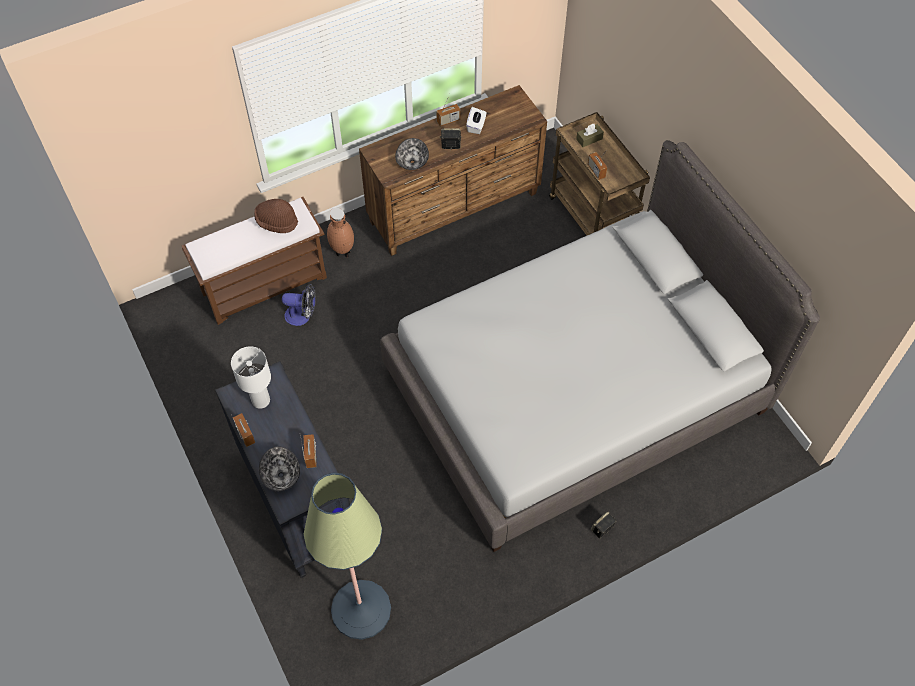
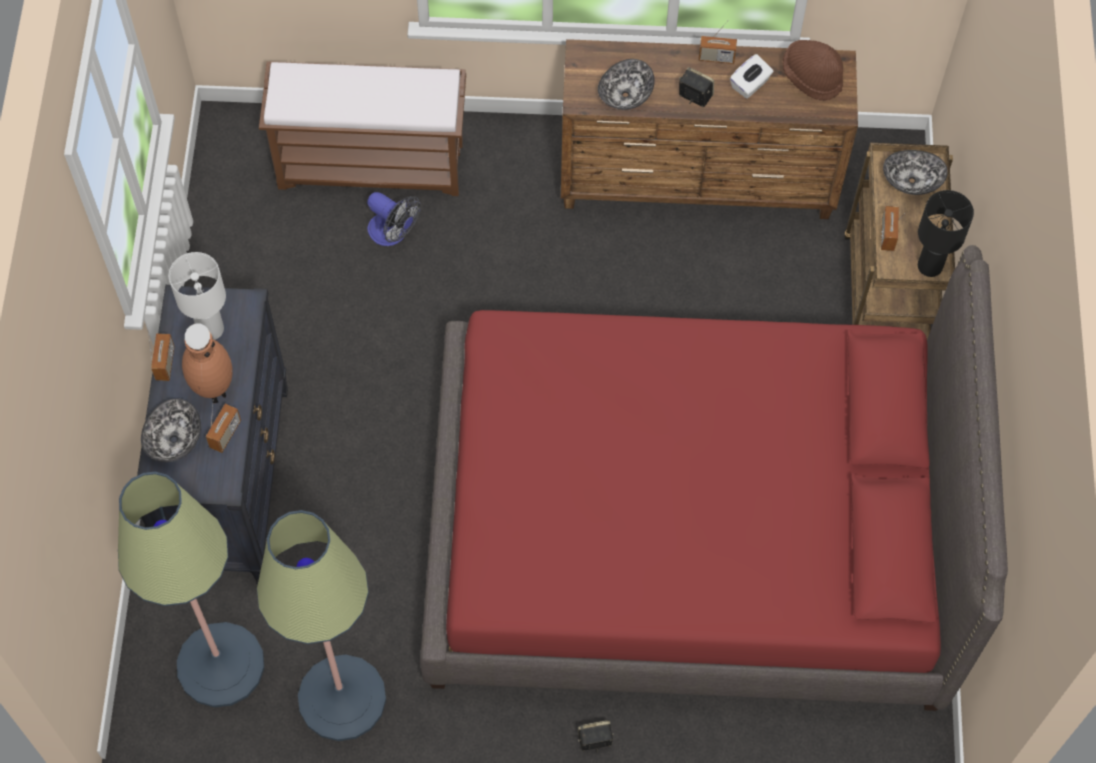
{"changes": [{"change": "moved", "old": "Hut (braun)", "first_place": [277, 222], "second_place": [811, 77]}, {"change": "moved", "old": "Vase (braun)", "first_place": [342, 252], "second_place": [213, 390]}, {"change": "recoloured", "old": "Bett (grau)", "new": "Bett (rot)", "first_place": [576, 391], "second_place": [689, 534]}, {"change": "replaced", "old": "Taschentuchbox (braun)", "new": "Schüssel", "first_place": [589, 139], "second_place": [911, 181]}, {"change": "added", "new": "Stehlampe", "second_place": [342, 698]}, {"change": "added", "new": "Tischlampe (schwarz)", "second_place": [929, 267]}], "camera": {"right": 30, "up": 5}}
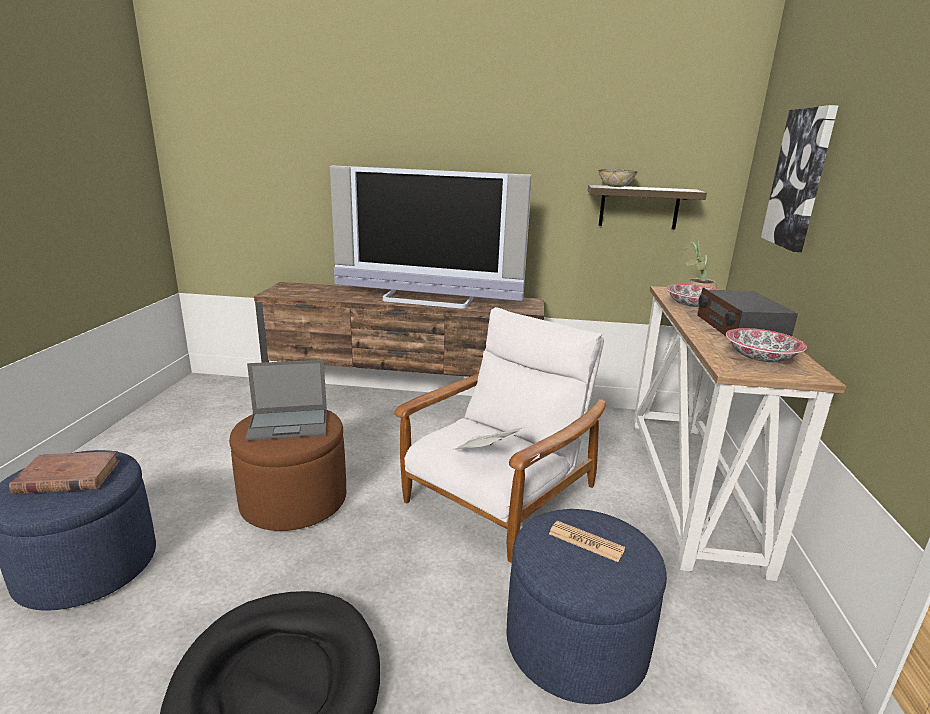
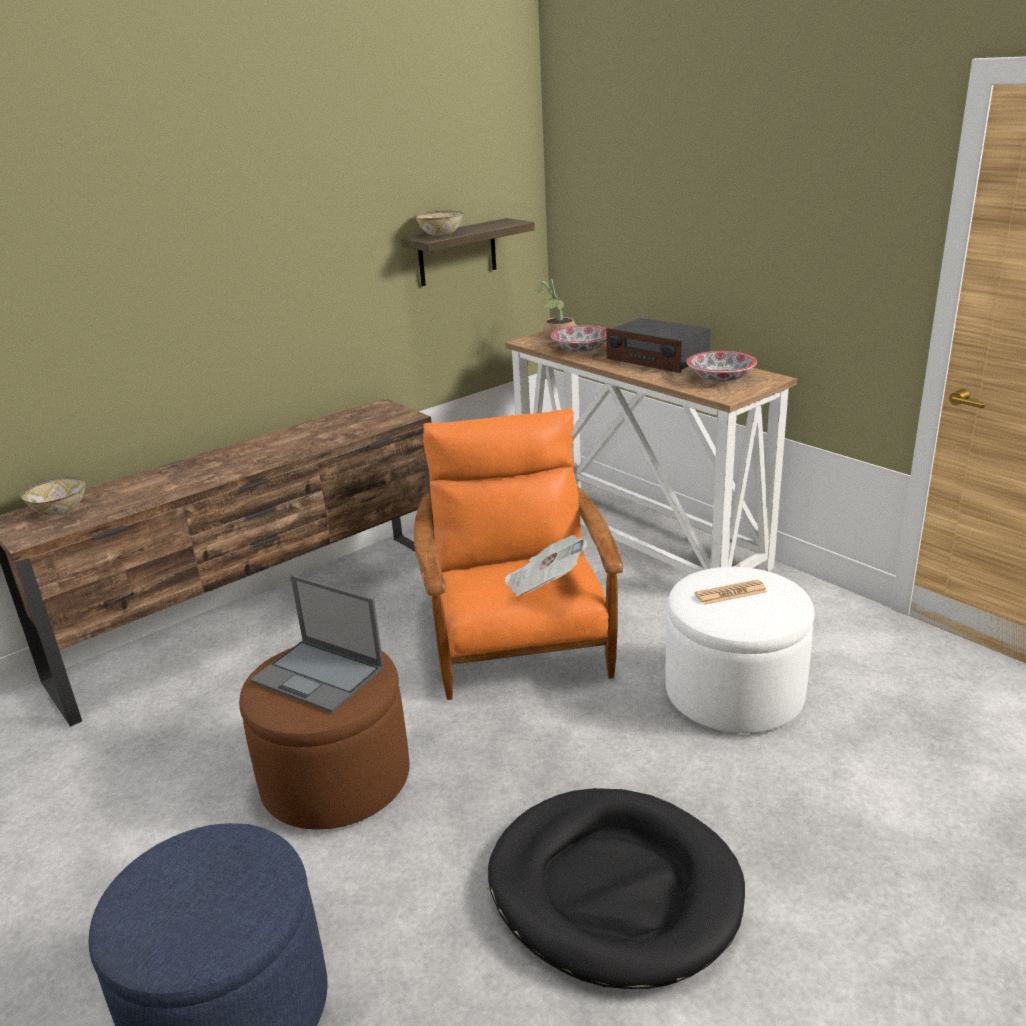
{"changes": [{"change": "removed", "old": "Buch (braun)", "first_place": [67, 477]}, {"change": "turned", "old": "Laptop", "first_place": [289, 424], "second_place": [319, 675], "degrees": 90}, {"change": "removed", "old": "Fernseher", "first_place": [428, 300]}, {"change": "recoloured", "old": "Sessel (weiß)", "new": "Sessel (orange)", "first_place": [499, 495], "second_place": [518, 637]}, {"change": "recoloured", "old": "Polsterhocker (blau)", "new": "Polsterhocker (weiß)", "first_place": [575, 643], "second_place": [734, 693]}, {"change": "removed", "old": "Bild", "first_place": [799, 179]}, {"change": "added", "new": "Schüssel", "second_place": [59, 511]}], "camera": {"right": -45, "up": 5}}
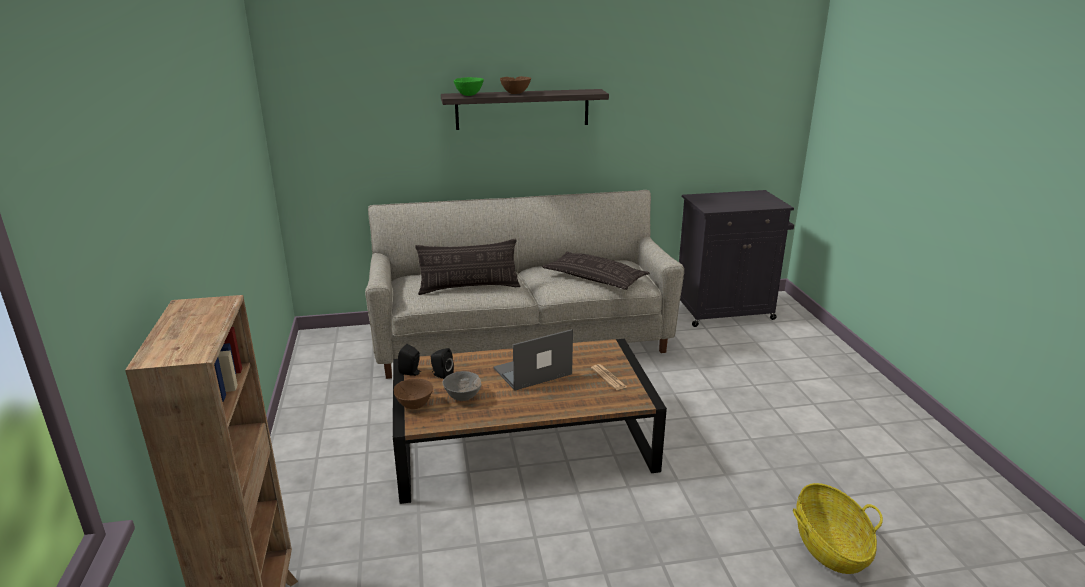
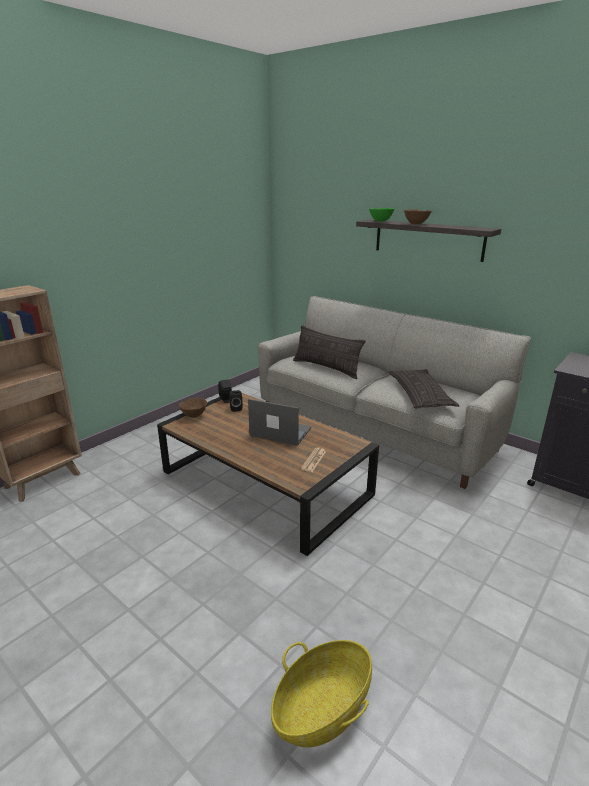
{"changes": [{"change": "removed", "old": "Schüssel (grau)", "first_place": [463, 398]}], "camera": {"right": 50, "up": 0}}
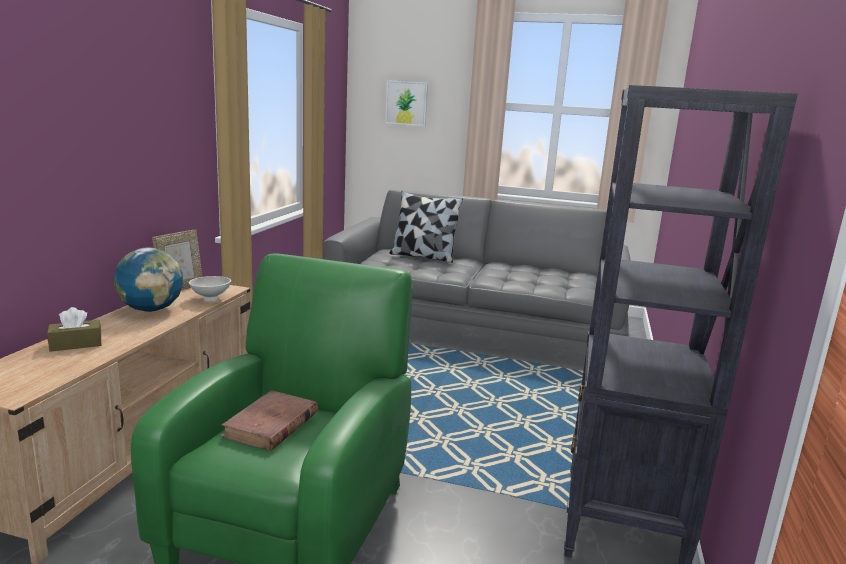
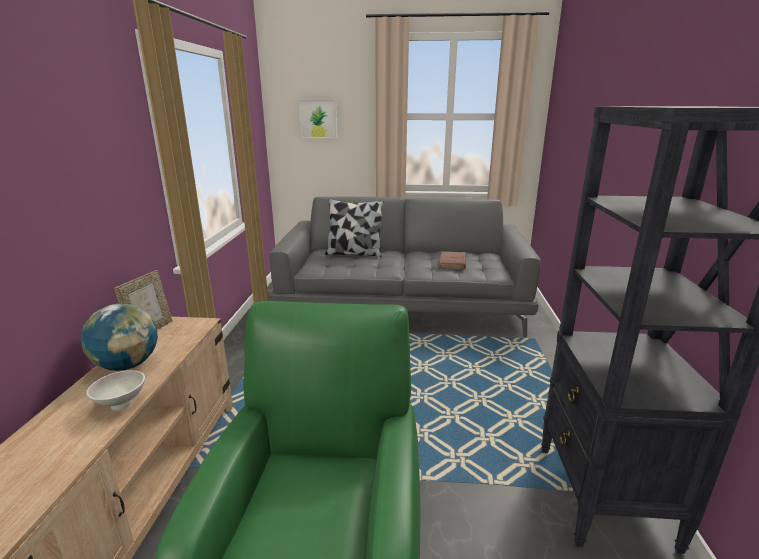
{"changes": [{"change": "removed", "old": "Taschentuchbox (braun)", "first_place": [76, 344]}, {"change": "moved", "old": "Schüssel (weiß)", "first_place": [209, 299], "second_place": [120, 404]}, {"change": "moved", "old": "Buch (braun)", "first_place": [271, 425], "second_place": [452, 263]}], "camera": {"right": -10, "up": 5}}
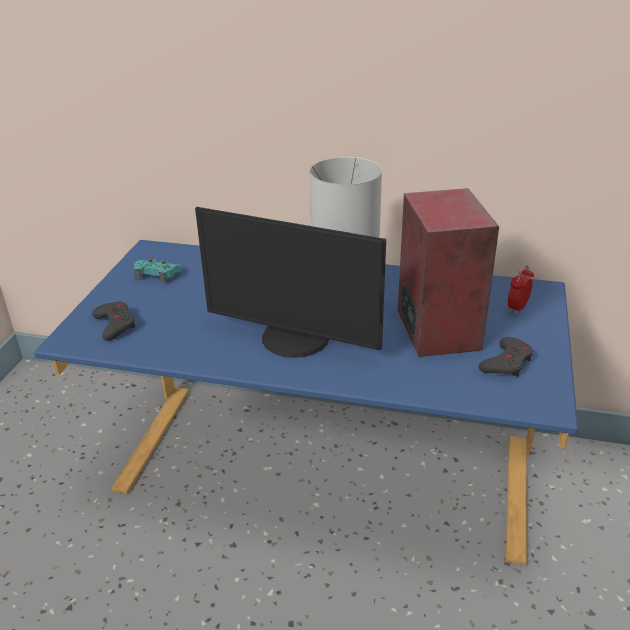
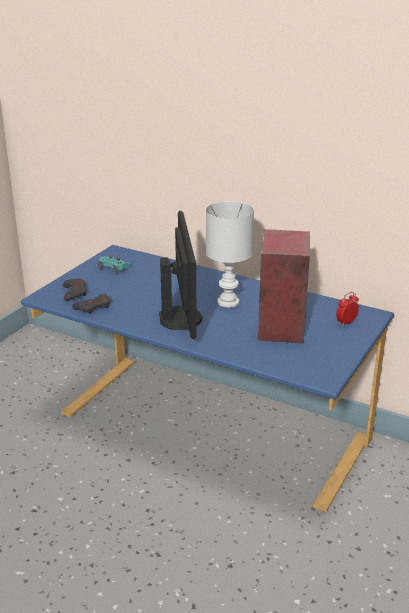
{"changes": [{"change": "turned", "old": "Monitor", "first_place": [294, 340], "second_place": [182, 318], "degrees": -135}, {"change": "moved", "old": "Gamepad (grau)", "first_place": [506, 362], "second_place": [93, 307]}], "camera": {"right": 15, "up": -5}}
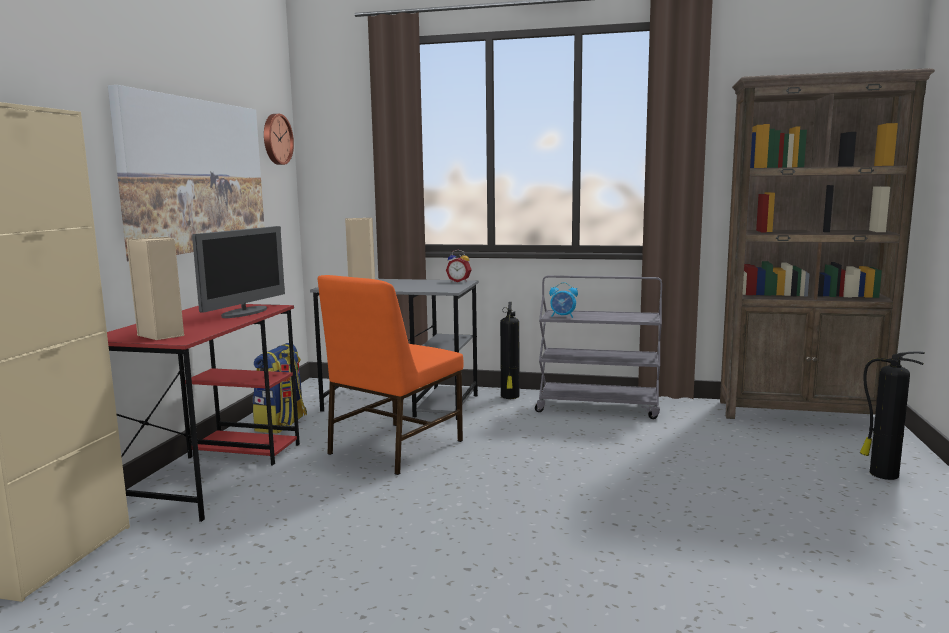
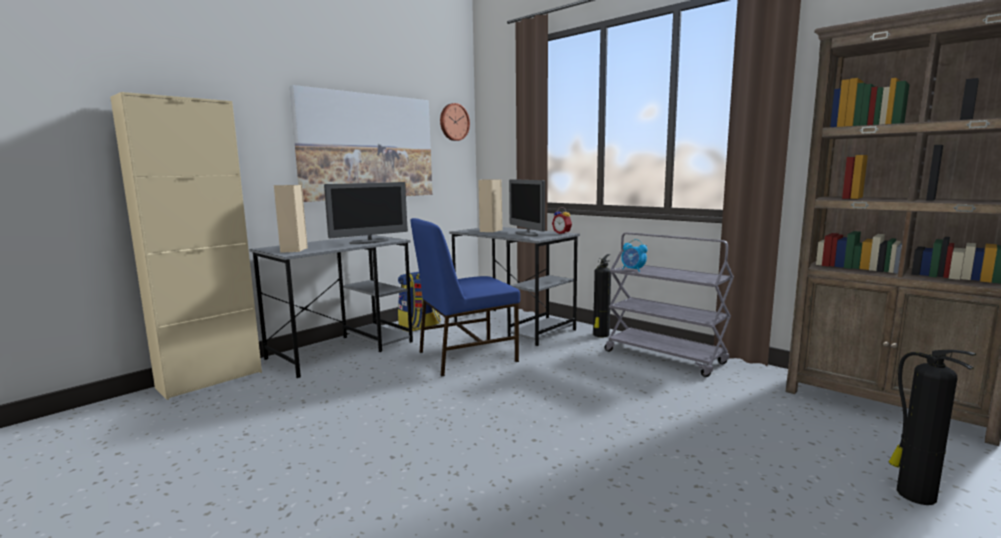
{"changes": [{"change": "recoloured", "old": "Schreibtisch (rot)", "new": "Schreibtisch (grau)", "first_place": [213, 473], "second_place": [342, 350]}, {"change": "recoloured", "old": "Stuhl (orange)", "new": "Stuhl (blau)", "first_place": [393, 448], "second_place": [465, 356]}, {"change": "added", "new": "Monitor", "second_place": [526, 234]}], "camera": {"right": 30, "up": 0}}
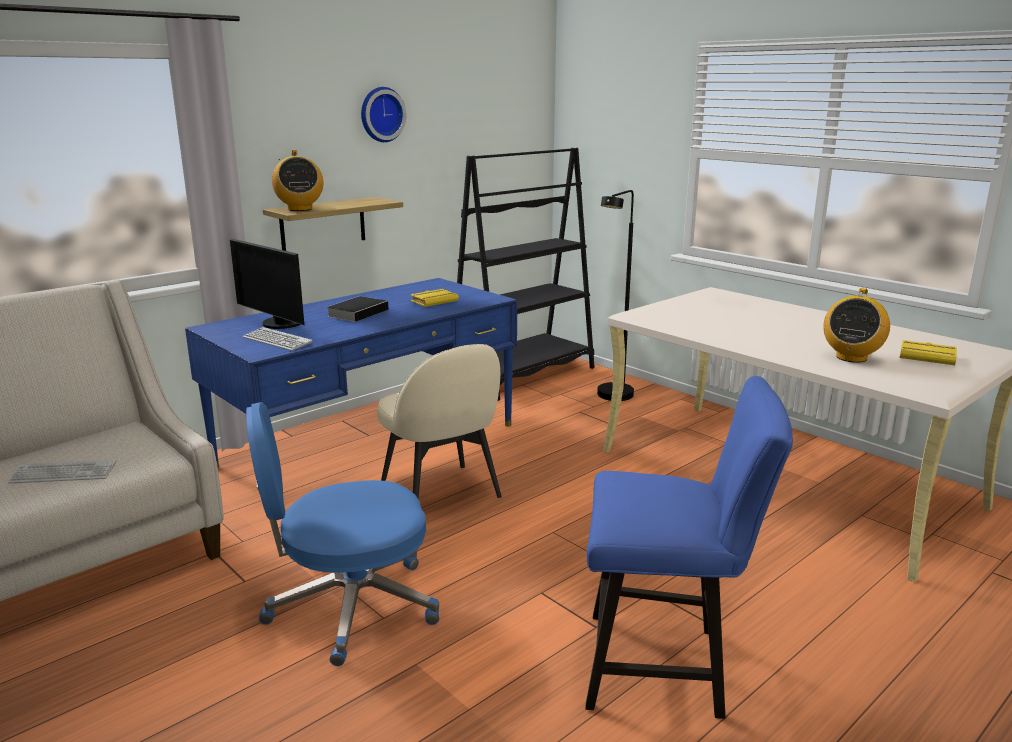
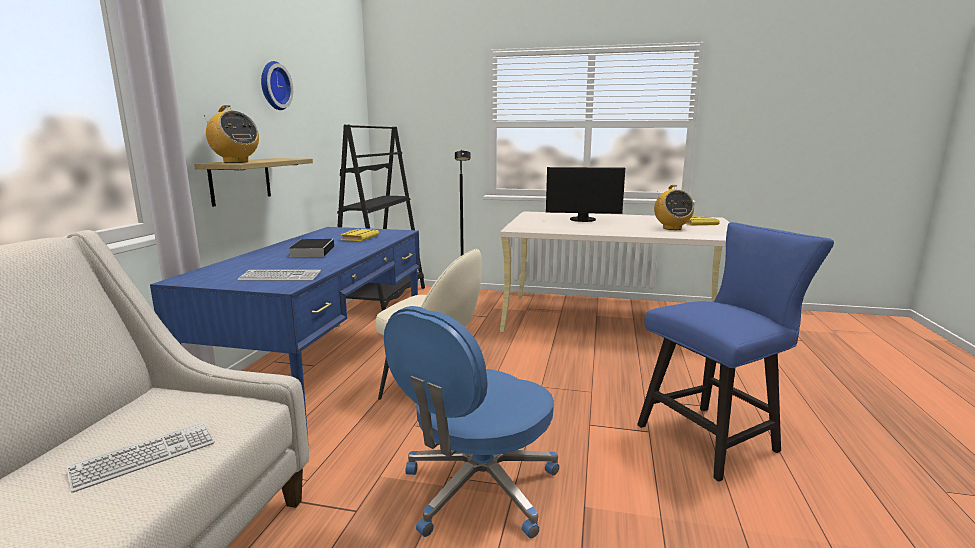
{"changes": [{"change": "moved", "old": "Monitor", "first_place": [278, 324], "second_place": [583, 220]}], "camera": {"right": -35, "up": -5}}
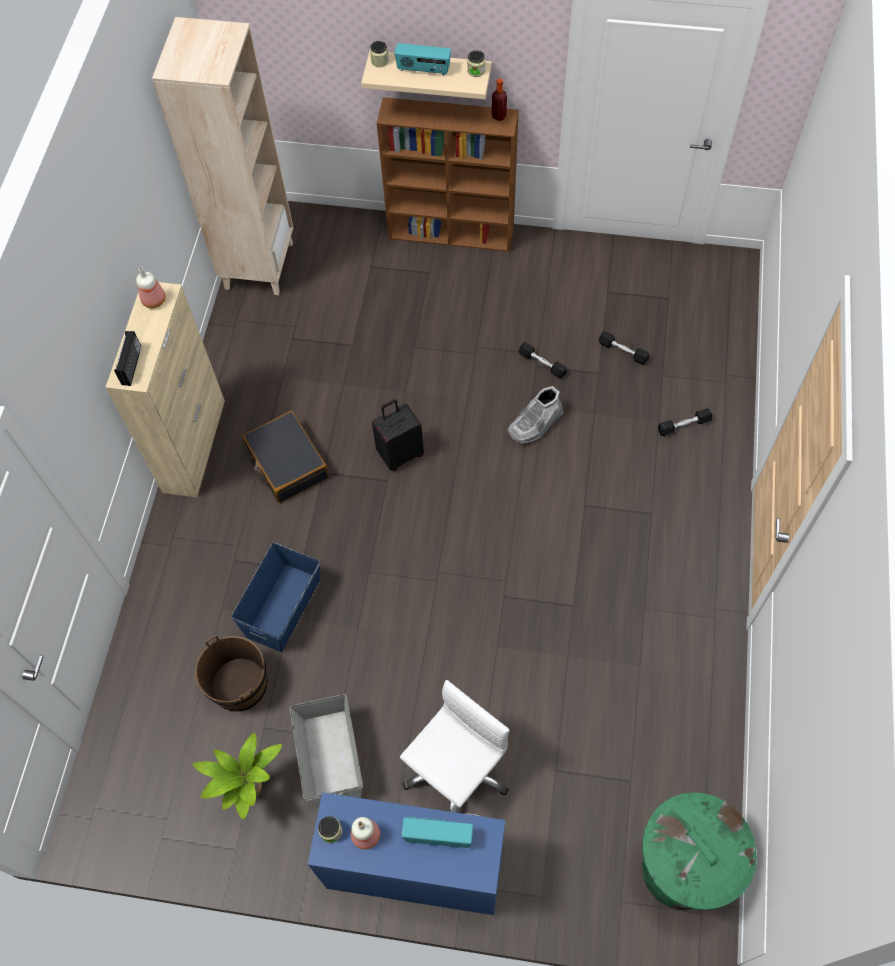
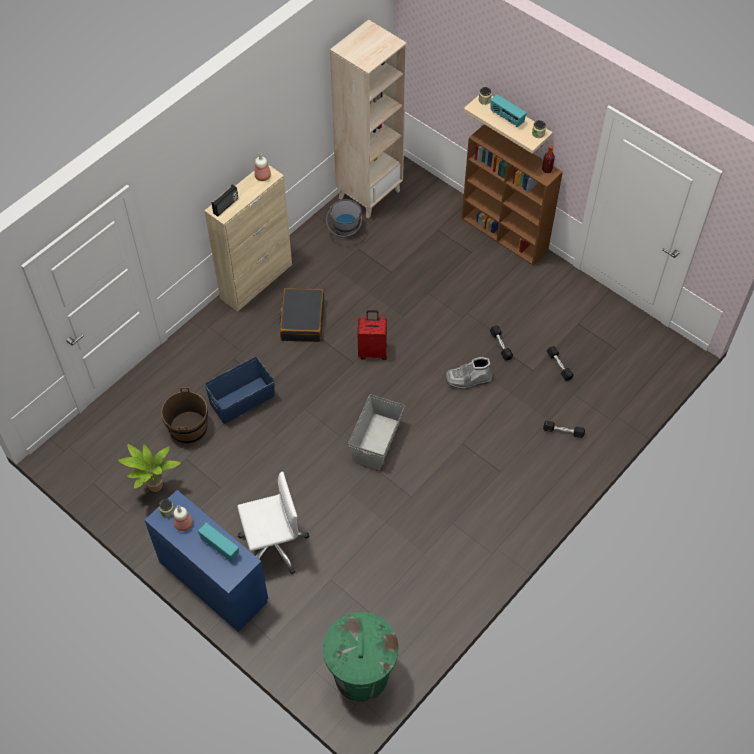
{"changes": [{"change": "moved", "old": "Aufbewahrungsbox (grau)", "first_place": [331, 759], "second_place": [376, 441]}, {"change": "recoloured", "old": "Koffer (schwarz)", "new": "Koffer (rot)", "first_place": [400, 453], "second_place": [372, 351]}, {"change": "added", "new": "Eimer (grau)", "second_place": [345, 232]}], "camera": {"right": 30, "up": -5}}
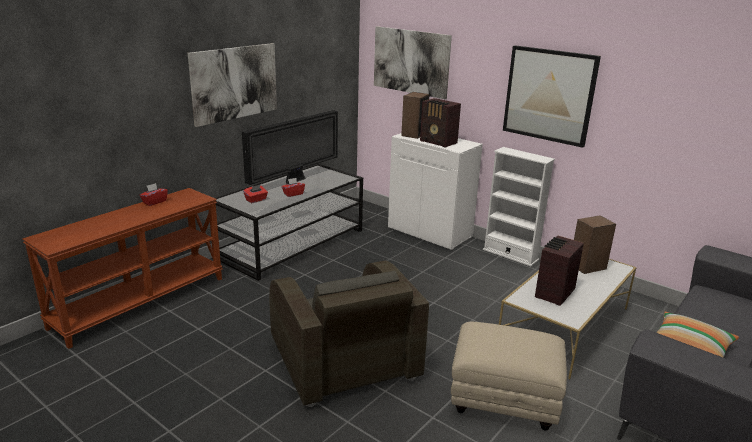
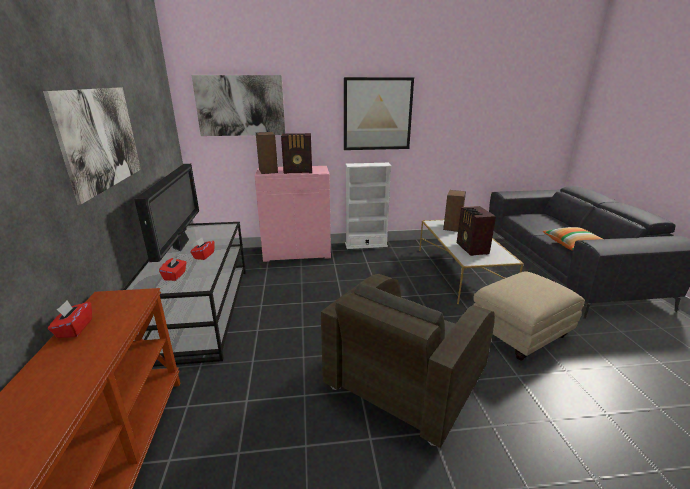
{"changes": [{"change": "turned", "old": "Sessel (braun)", "first_place": [343, 360], "second_place": [405, 379], "degrees": 105}, {"change": "recoloured", "old": "Schrank (weiß)", "new": "Schrank (rosa)", "first_place": [430, 233], "second_place": [297, 252]}], "camera": {"right": -45, "up": 0}}
